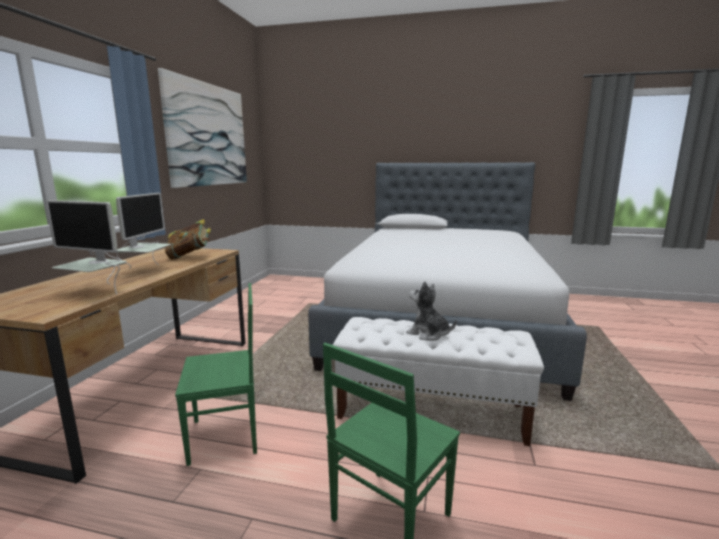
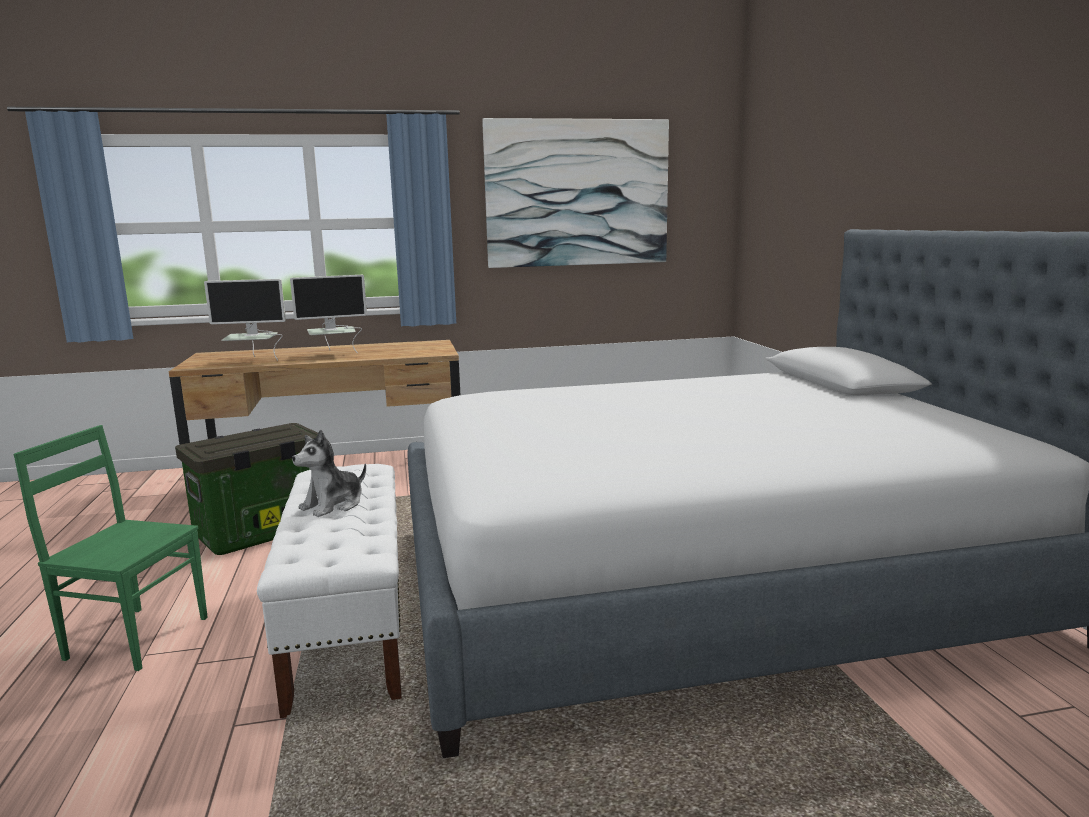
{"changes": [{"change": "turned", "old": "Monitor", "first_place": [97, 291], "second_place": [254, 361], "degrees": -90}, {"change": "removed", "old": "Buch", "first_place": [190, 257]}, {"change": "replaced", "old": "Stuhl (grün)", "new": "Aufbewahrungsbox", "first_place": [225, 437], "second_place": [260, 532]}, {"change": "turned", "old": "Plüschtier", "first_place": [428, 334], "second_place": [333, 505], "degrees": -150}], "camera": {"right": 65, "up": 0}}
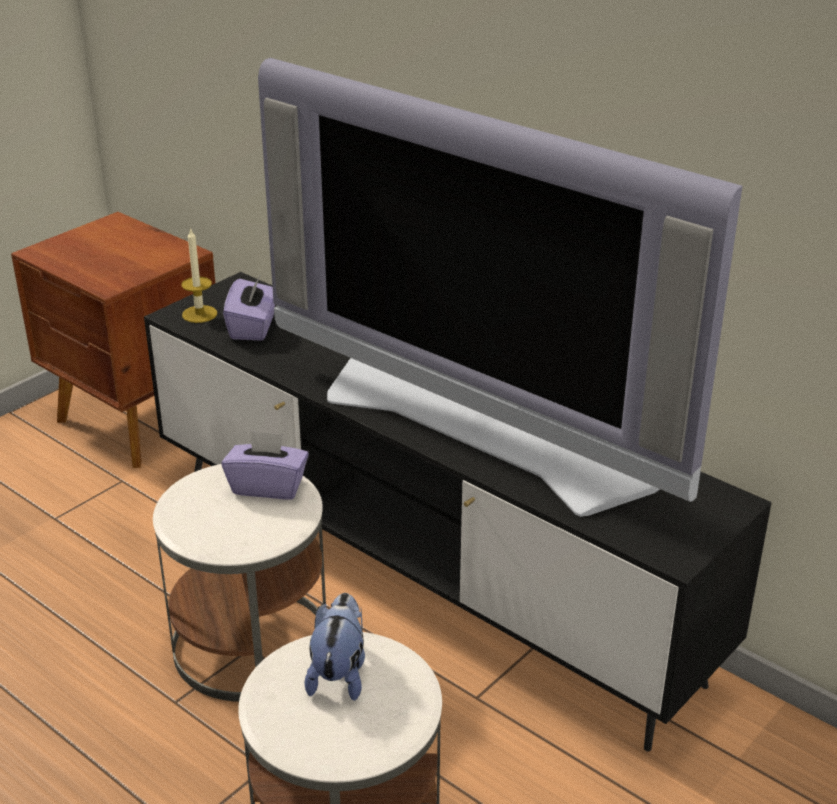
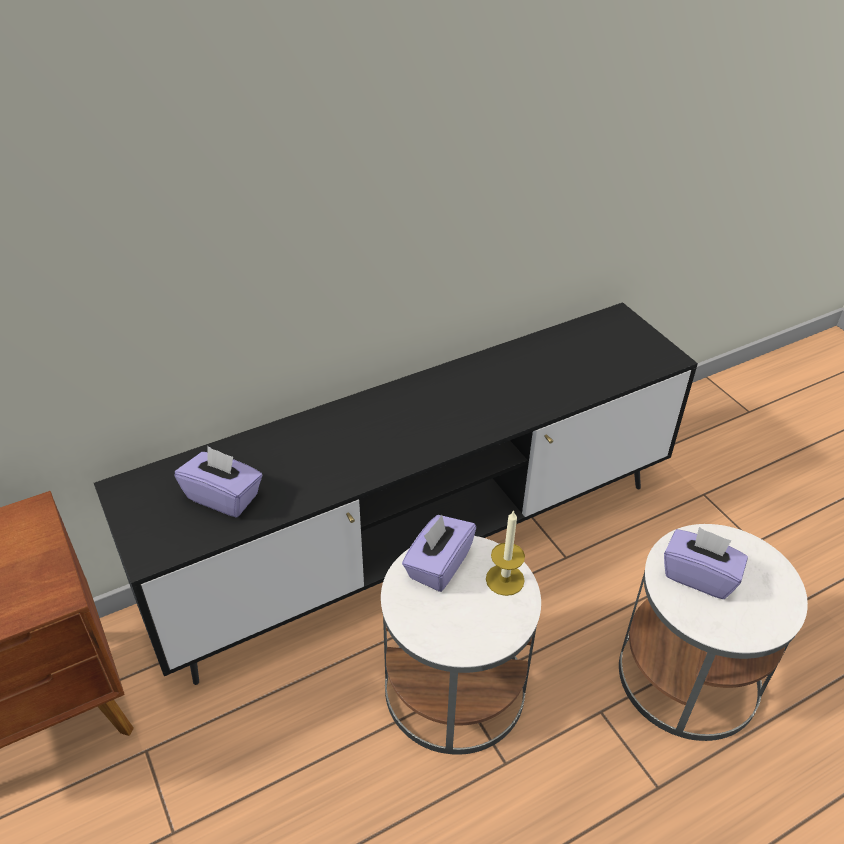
{"changes": [{"change": "moved", "old": "Kerze", "first_place": [199, 314], "second_place": [505, 579]}, {"change": "removed", "old": "Fernseher", "first_place": [482, 430]}, {"change": "replaced", "old": "Plüschtier", "new": "Taschentuchbox (lila)", "first_place": [339, 673], "second_place": [699, 575]}], "camera": {"right": -70, "up": 10}}
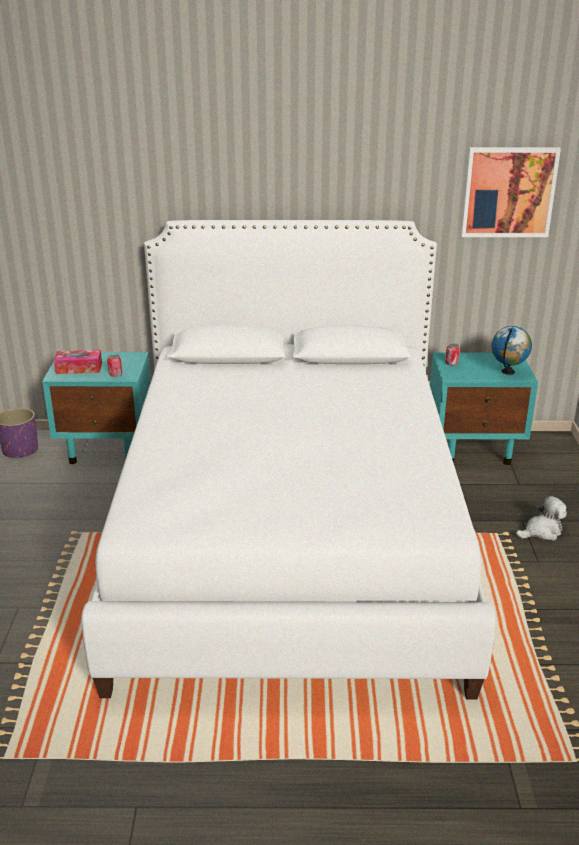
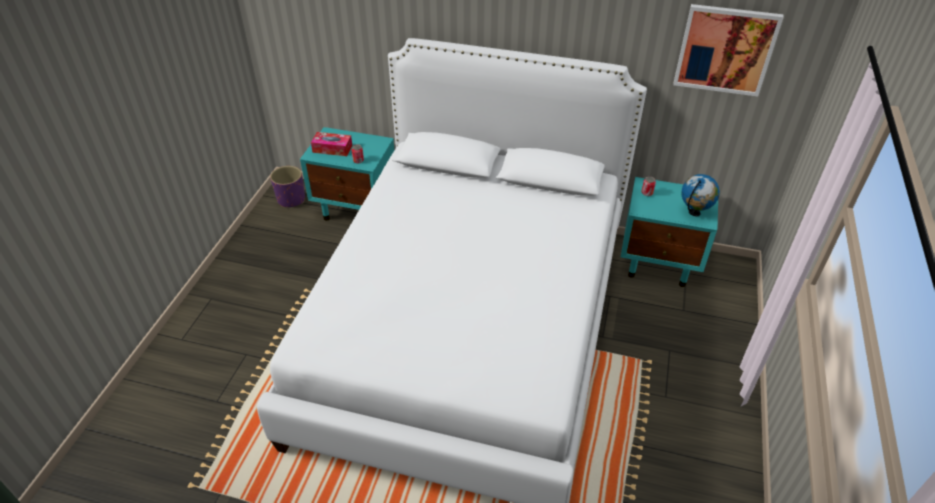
{"changes": [{"change": "removed", "old": "Plüschtier", "first_place": [541, 531]}], "camera": {"right": 15, "up": 15}}
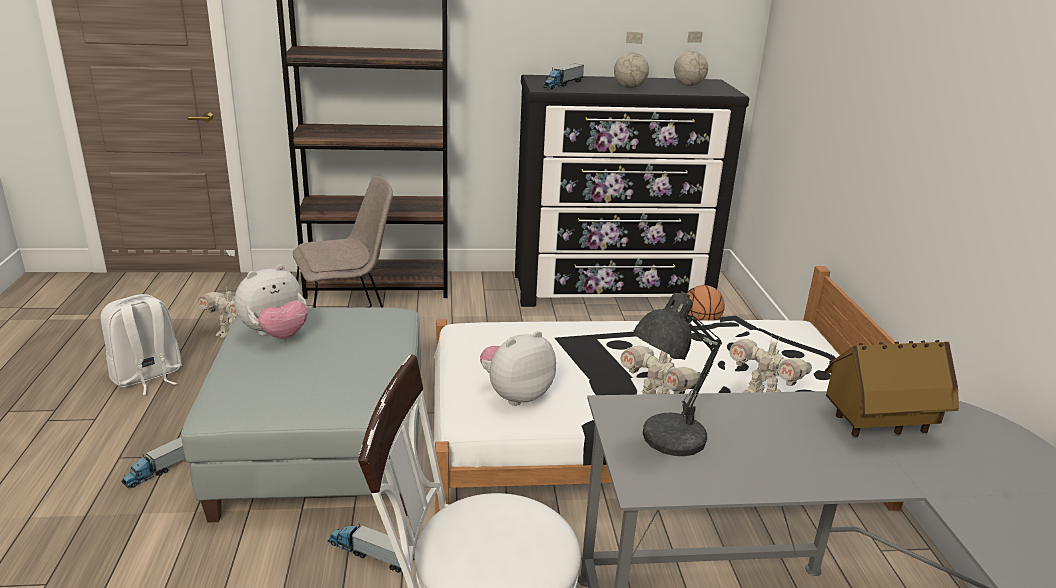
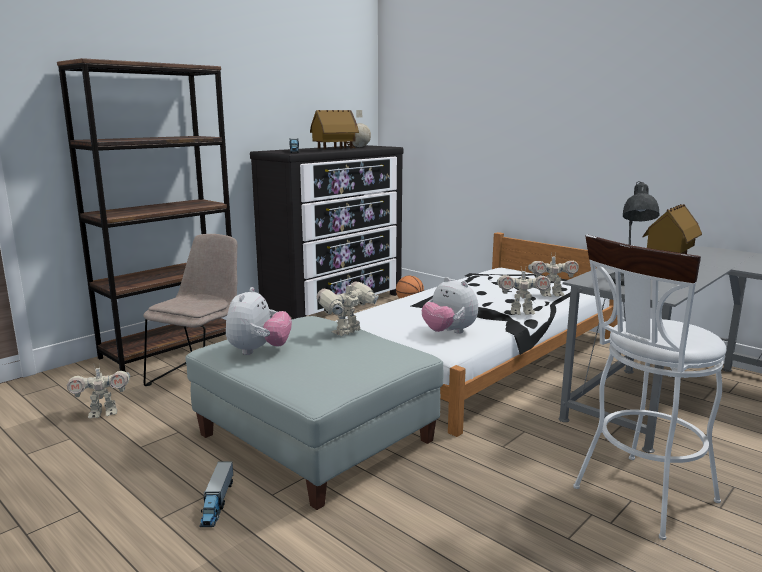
{"changes": [{"change": "removed", "old": "Rucksack (weiß)", "first_place": [147, 376]}, {"change": "removed", "old": "Spielzeuglaster", "first_place": [370, 554]}, {"change": "turned", "old": "Plüschtier", "first_place": [516, 395], "second_place": [449, 332], "degrees": -60}, {"change": "replaced", "old": "Globus", "new": "Spielzeughaus", "first_place": [629, 87], "second_place": [335, 149]}, {"change": "added", "new": "Spielzeugroboter", "second_place": [348, 333]}], "camera": {"right": -40, "up": -10}}
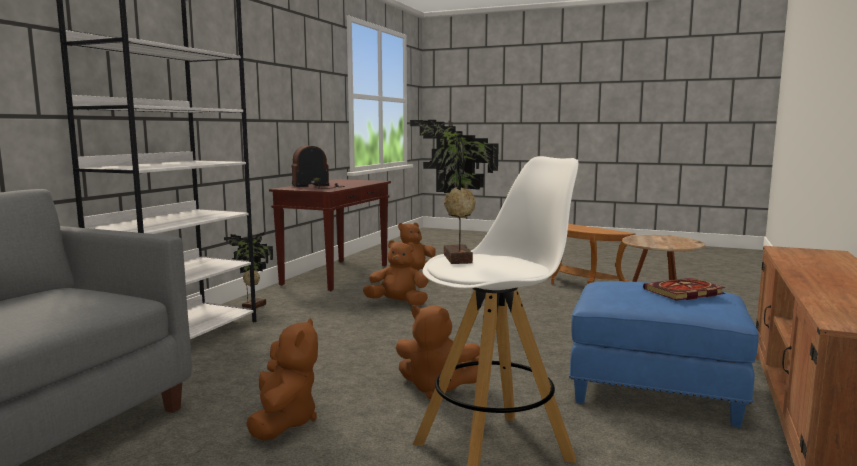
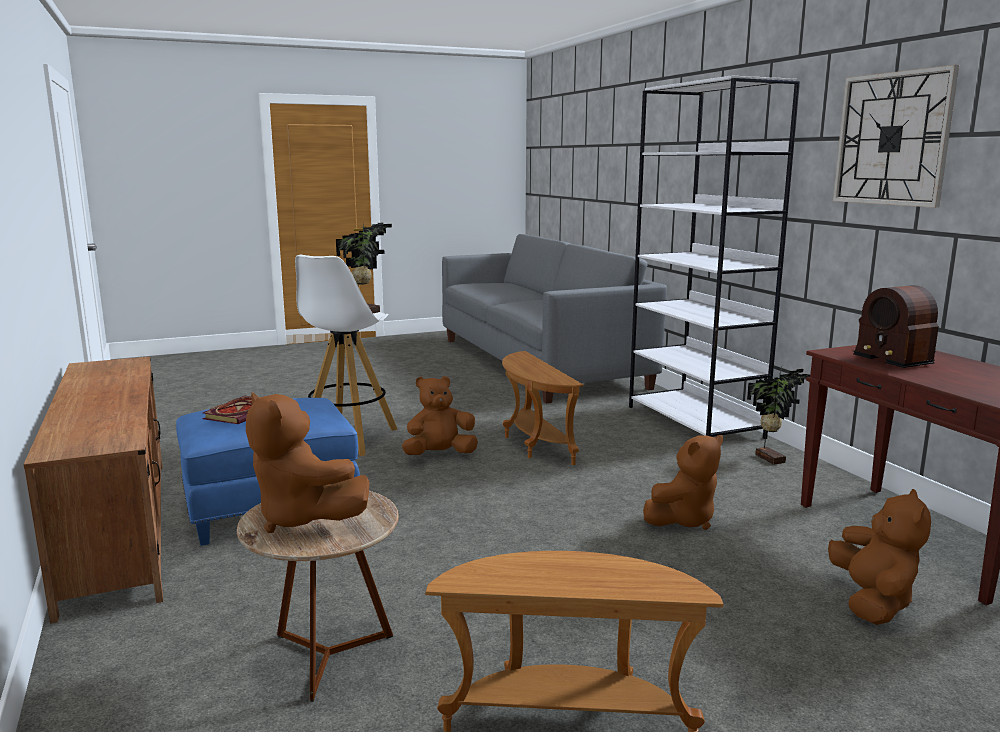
{"changes": [{"change": "moved", "old": "Plüschtier (braun)", "first_place": [283, 422], "second_place": [303, 518]}, {"change": "turned", "old": "Radio", "first_place": [318, 187], "second_place": [894, 357], "degrees": 135}, {"change": "added", "new": "Beistelltisch (braun)", "second_place": [533, 445]}, {"change": "added", "new": "Wanduhr", "second_place": [892, 139]}], "camera": {"right": 135, "up": 5}}
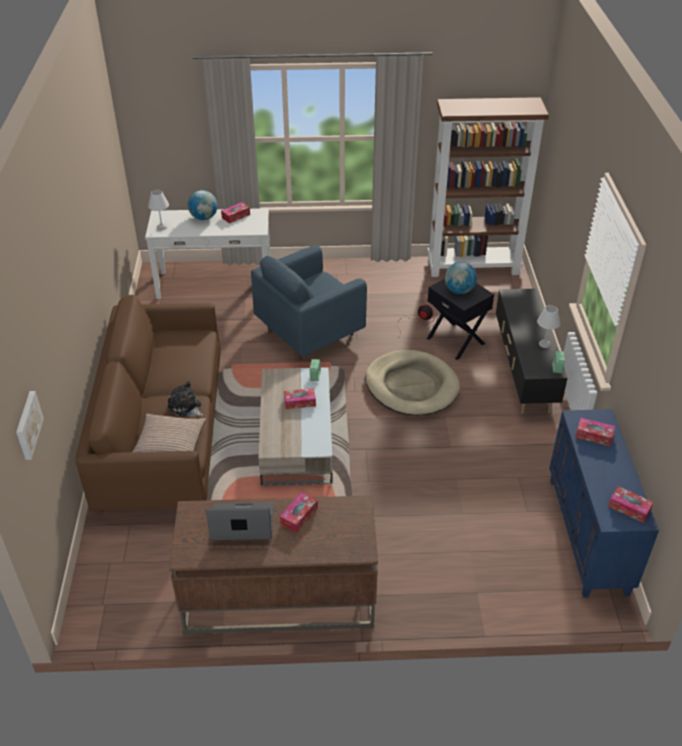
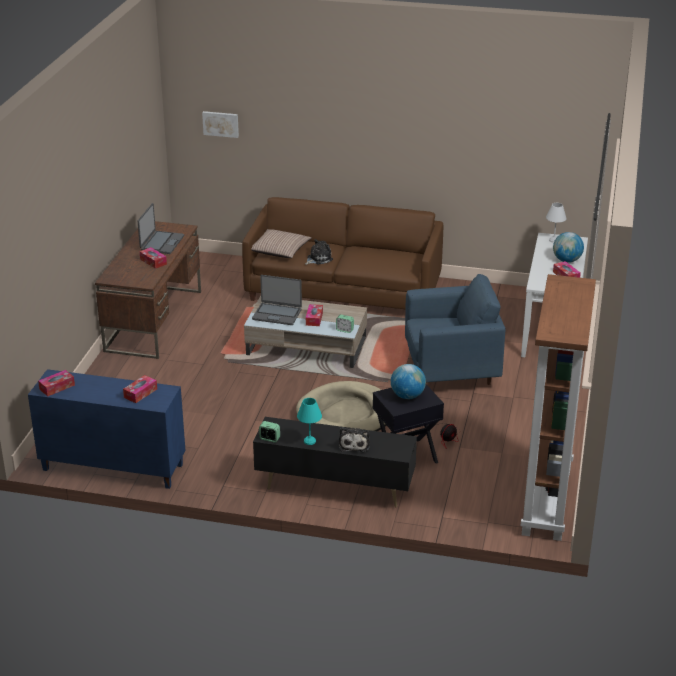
{"changes": [{"change": "turned", "old": "Sessel (blau)", "first_place": [310, 333], "second_place": [450, 371], "degrees": 105}, {"change": "recoloured", "old": "Tischlampe (weiß)", "new": "Tischlampe (türkis)", "first_place": [544, 344], "second_place": [309, 441]}, {"change": "added", "new": "Laptop", "second_place": [277, 314]}, {"change": "added", "new": "Plüschtier", "second_place": [354, 444]}], "camera": {"right": 105, "up": -10}}
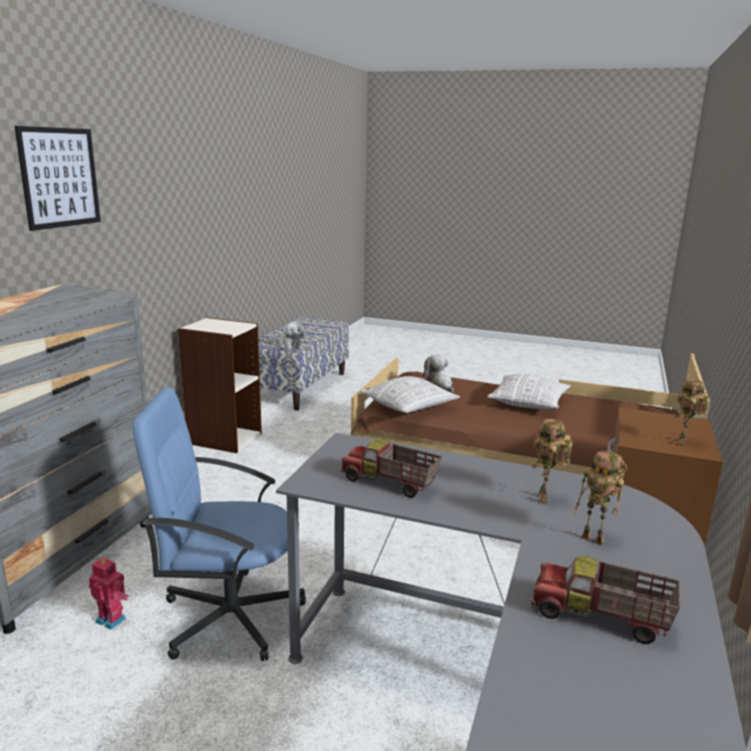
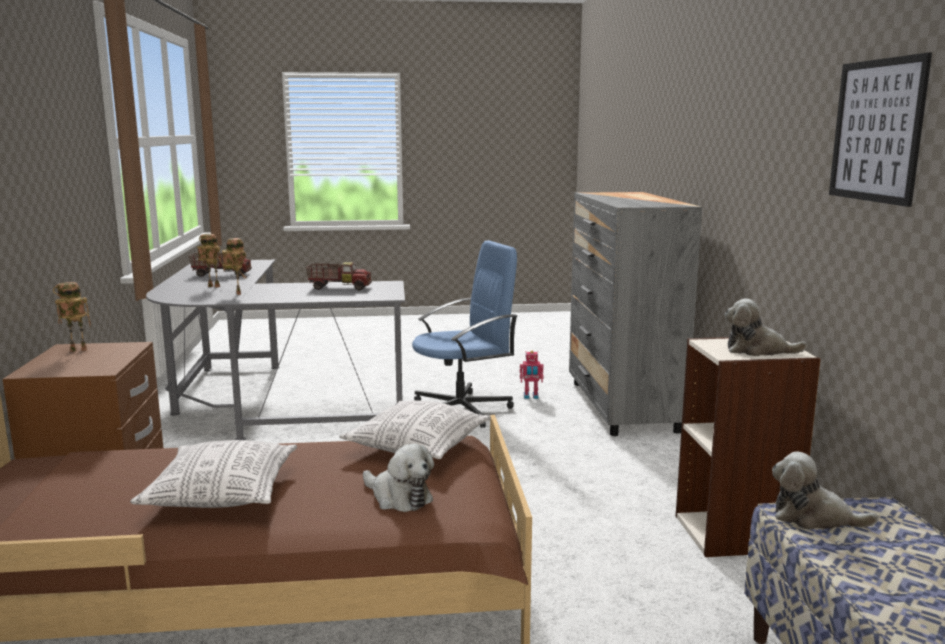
{"changes": [{"change": "moved", "old": "Bild", "first_place": [60, 177], "second_place": [876, 131]}, {"change": "turned", "old": "Spielzeugroboter", "first_place": [684, 443], "second_place": [77, 351], "degrees": -105}, {"change": "added", "new": "Plüschtier", "second_place": [757, 350]}], "camera": {"right": 155, "up": -5}}
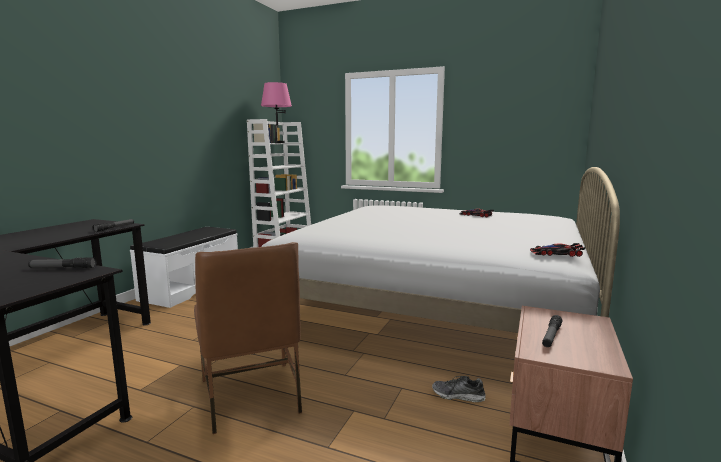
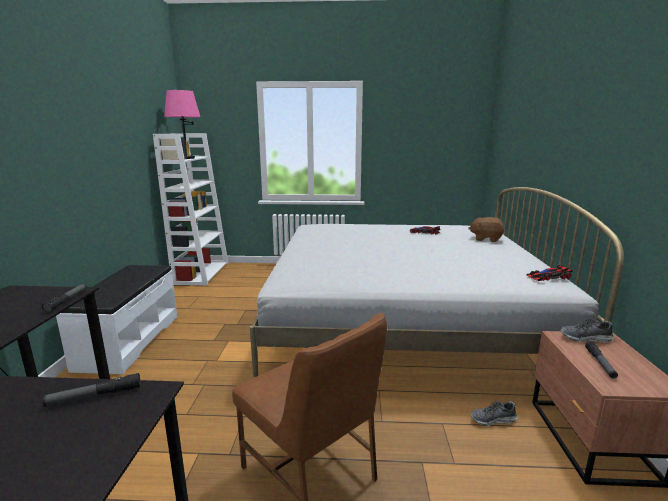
{"changes": [{"change": "added", "new": "Plüschtier (braun)", "second_place": [486, 239]}, {"change": "added", "new": "Schuh", "second_place": [585, 338]}], "camera": {"right": -20, "up": 5}}
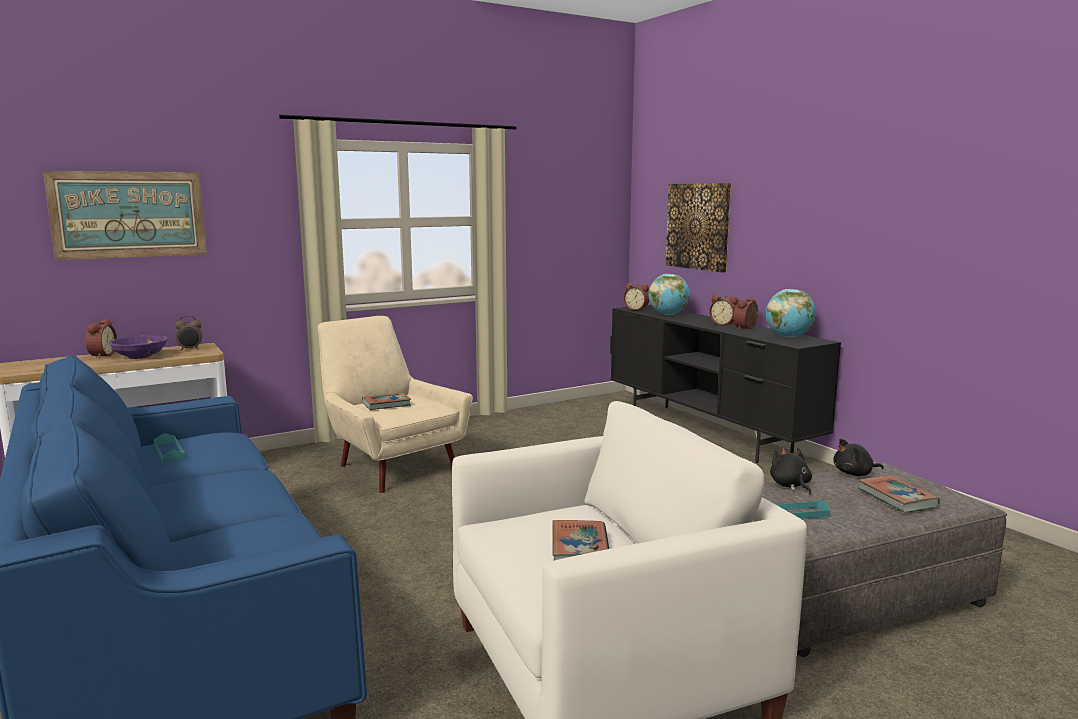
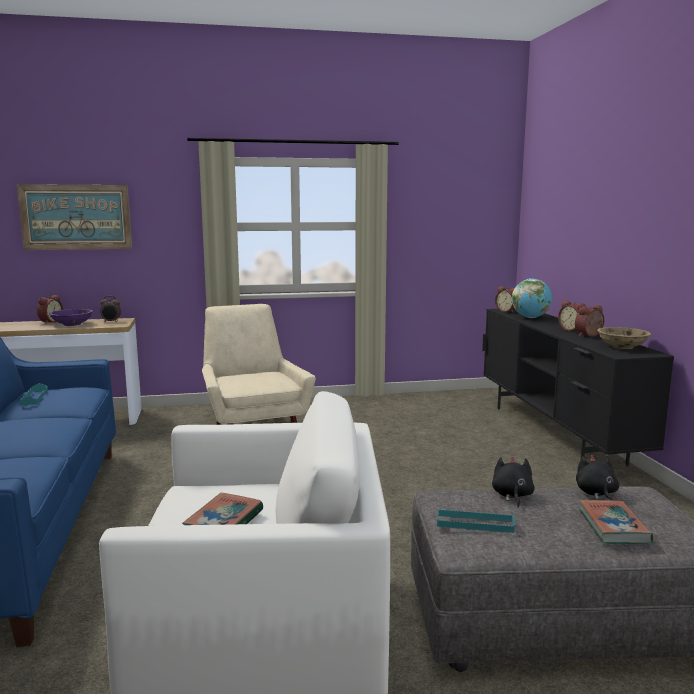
{"changes": [{"change": "removed", "old": "Buch", "first_place": [386, 404]}, {"change": "removed", "old": "Bild", "first_place": [698, 226]}, {"change": "replaced", "old": "Globus", "new": "Schüssel (beige)", "first_place": [788, 337], "second_place": [622, 346]}, {"change": "turned", "old": "Plüschtier (schwarz)", "first_place": [855, 474], "second_place": [596, 494], "degrees": 75}], "camera": {"right": 20, "up": 0}}
